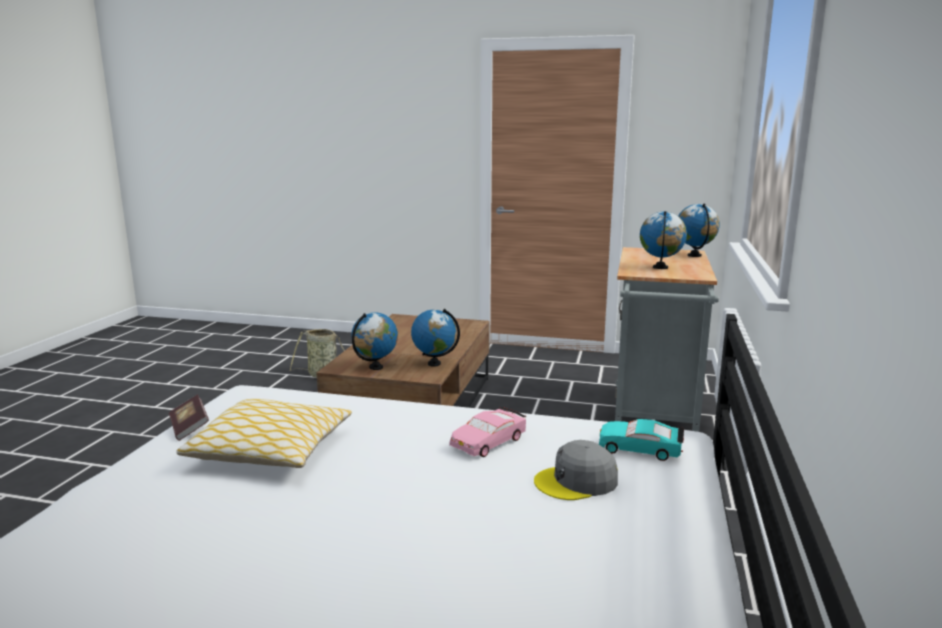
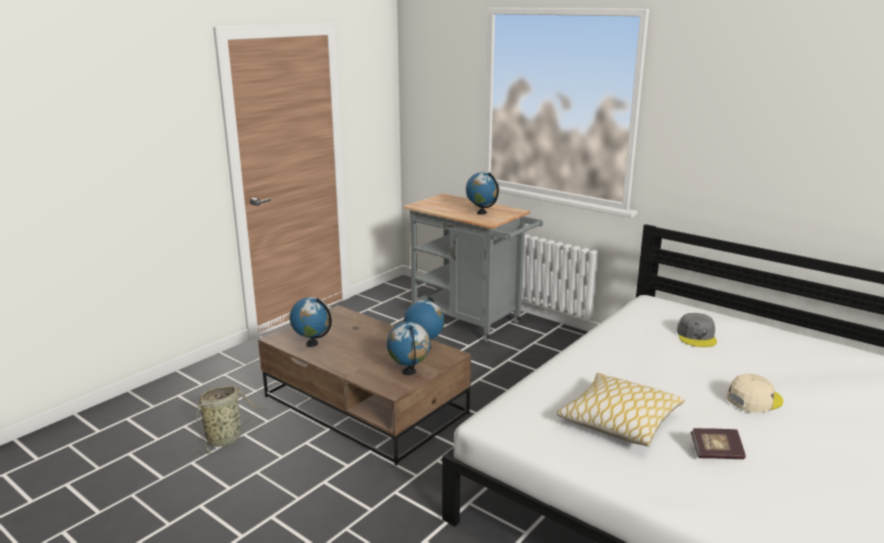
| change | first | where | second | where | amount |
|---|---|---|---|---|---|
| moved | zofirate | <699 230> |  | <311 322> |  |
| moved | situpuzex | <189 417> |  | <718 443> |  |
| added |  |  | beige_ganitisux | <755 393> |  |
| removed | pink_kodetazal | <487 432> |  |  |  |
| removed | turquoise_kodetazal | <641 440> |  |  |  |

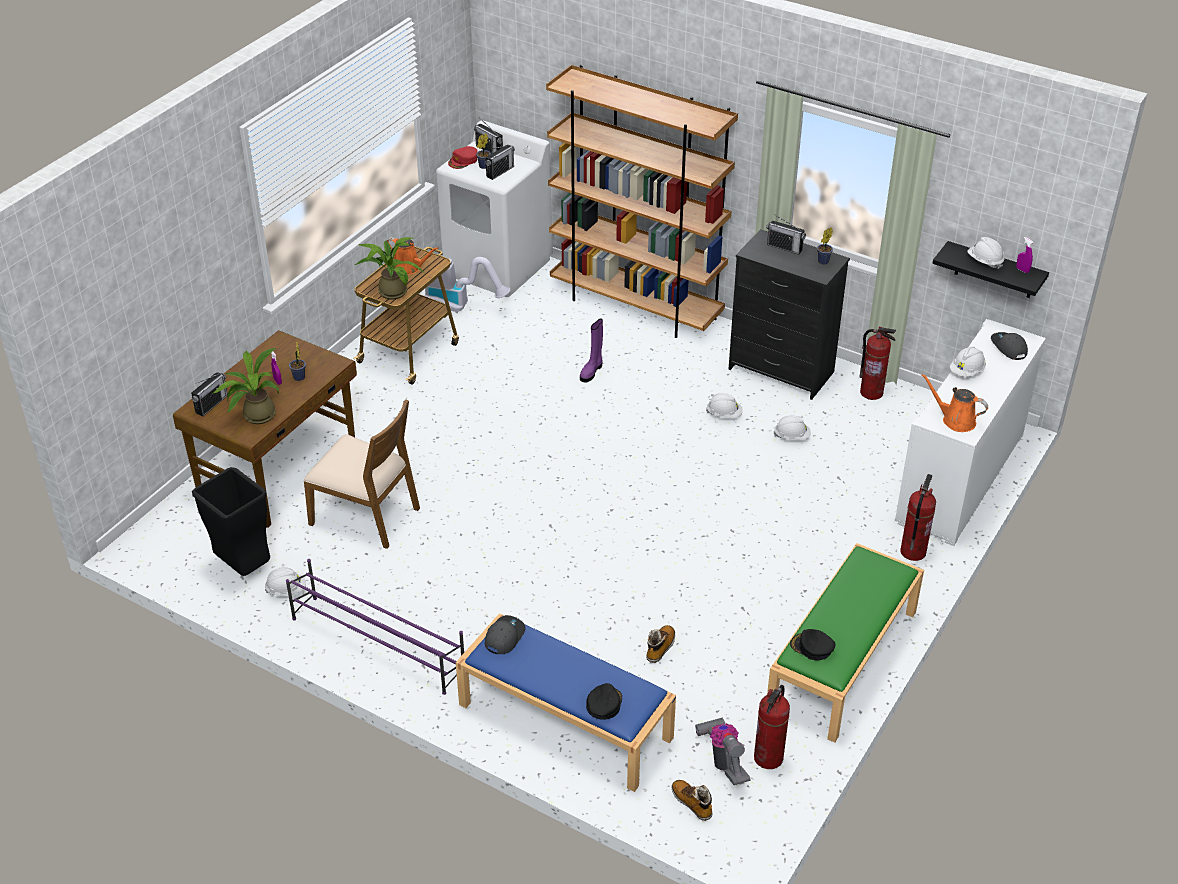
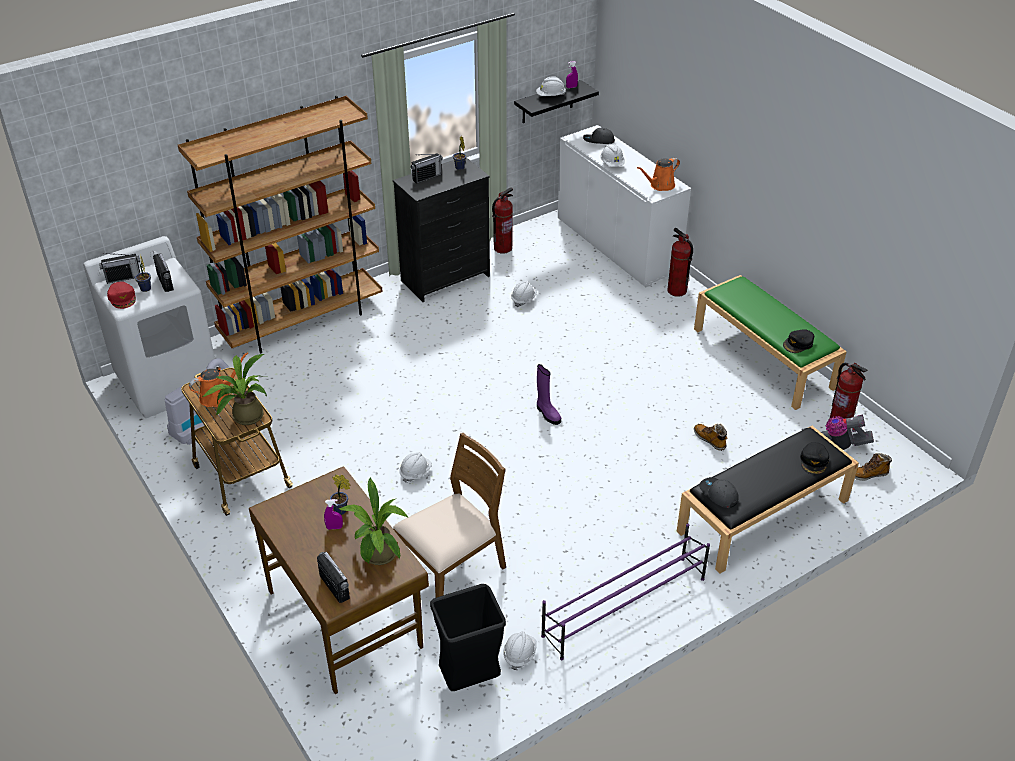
| change | first | where | second | where | amount |
|---|---|---|---|---|---|
| moved | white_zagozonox | <724 405> |  | <415 467> |  |
| moved | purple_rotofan | <591 351> |  | <549 394> |  |
| recoloured | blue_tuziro | <566 702> | black_tuziro | <768 499> |  |
| turned | black_ganitisux | <604 701> |  | <815 458> | 120 degrees counterclockwise |

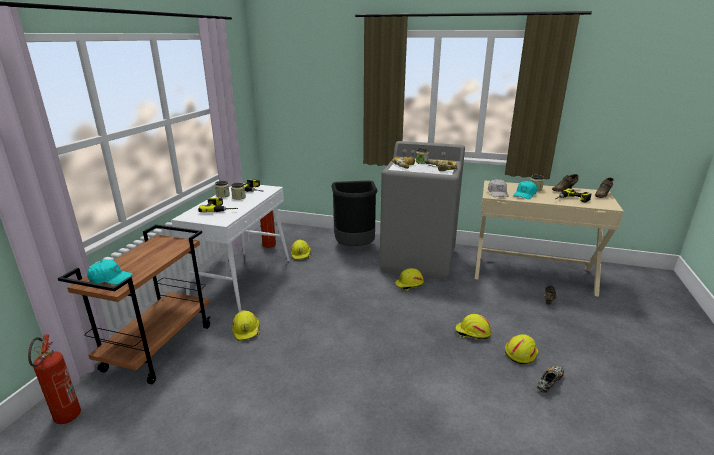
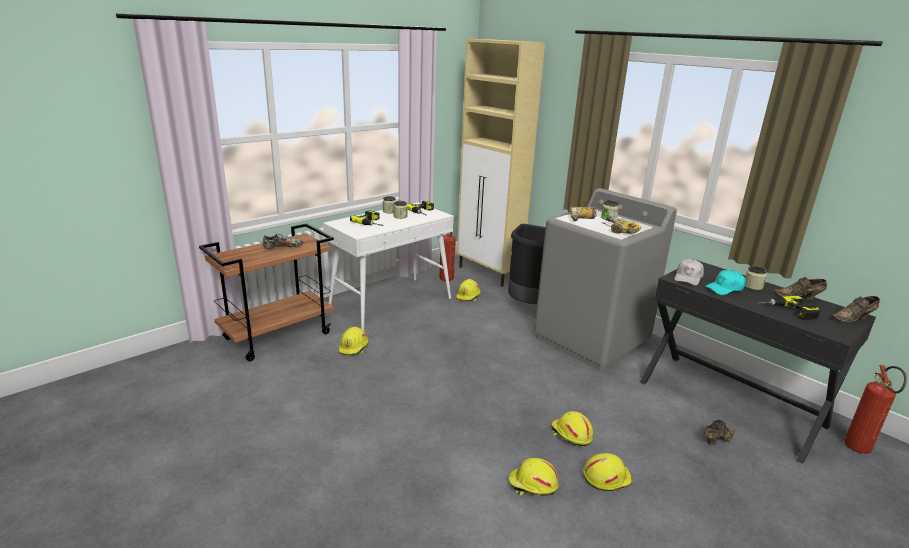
| change | first | where | second | where | amount |
|---|---|---|---|---|---|
| moved | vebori | <550 379> |  | <282 241> |  |
| added |  |  | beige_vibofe | <501 163> |  |
| moved | yellow_zagozonox | <409 279> |  | <533 477> |  |
| recoloured | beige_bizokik | <549 238> | black_bizokik | <758 362> |  |
| moved | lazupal | <54 379> |  | <875 409> |  |
| removed | turquoise_ganitisux | <110 272> |  |  |  |

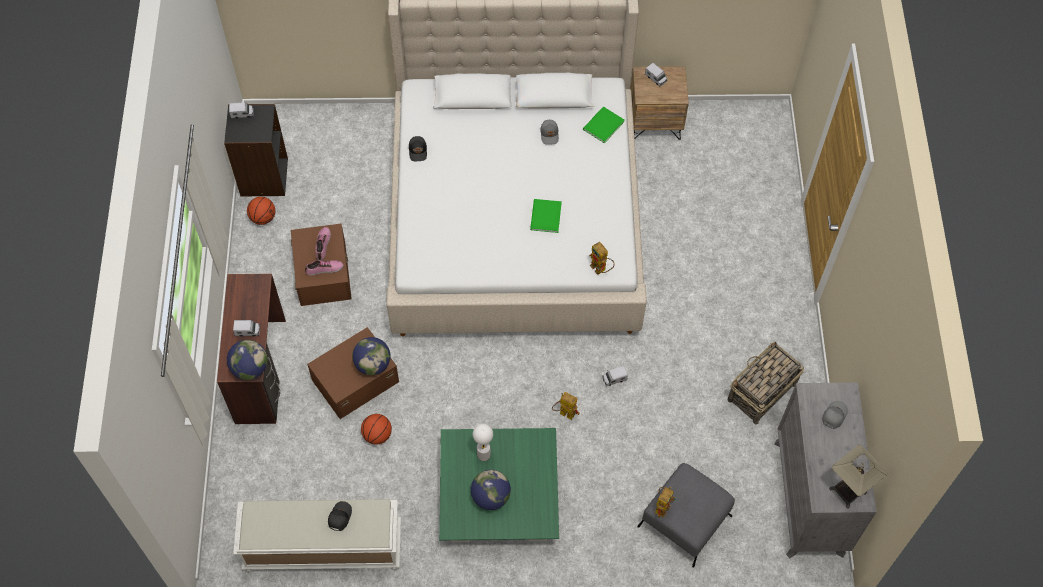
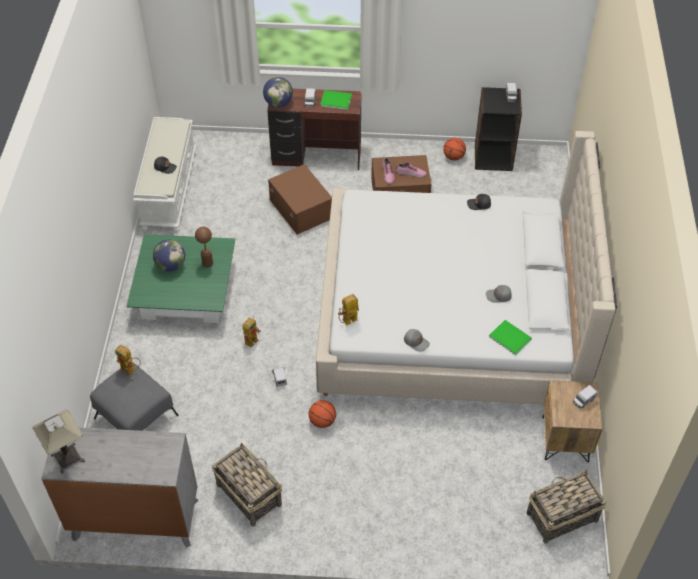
| change | first | where | second | where | amount |
|---|---|---|---|---|---|
| recoloured | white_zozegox | <483 442> | brown_zozegox | <204 247> |  |
| moved | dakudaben | <376 429> |  | <322 414> |  |
| moved | green_situpuzex | <546 216> |  | <336 100> |  |
| moved | grey_ganitisux | <835 415> |  | <417 340> |  |
| added |  |  | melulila | <566 507> |  |
| removed | zofirate | <371 356> |  |  |  |

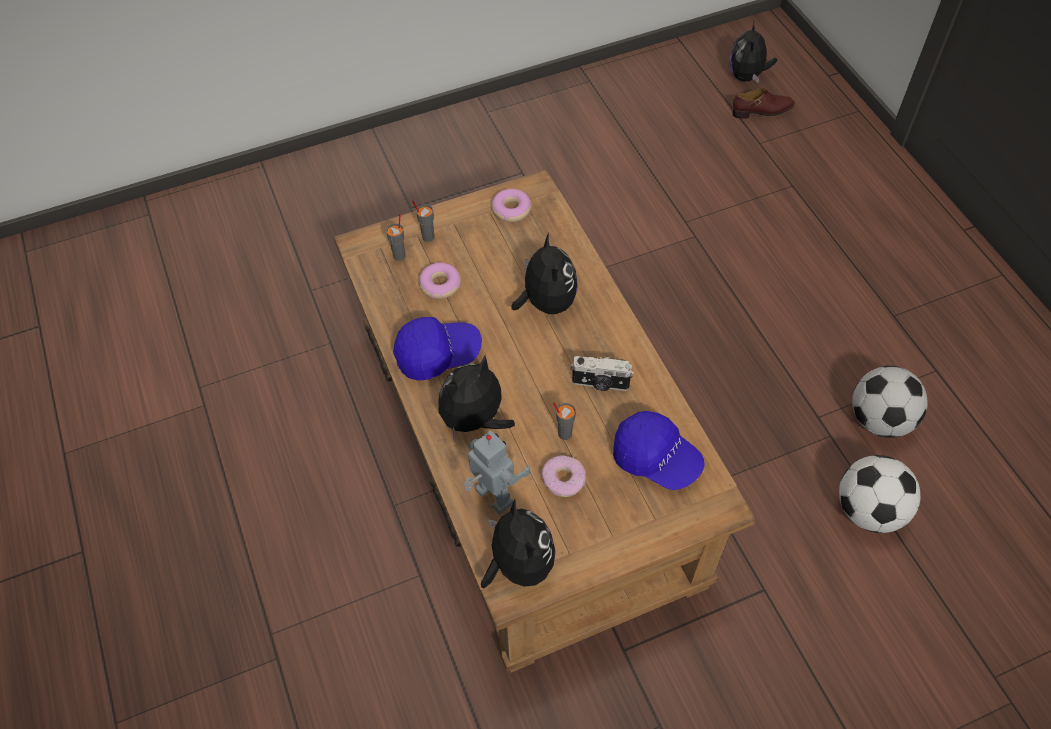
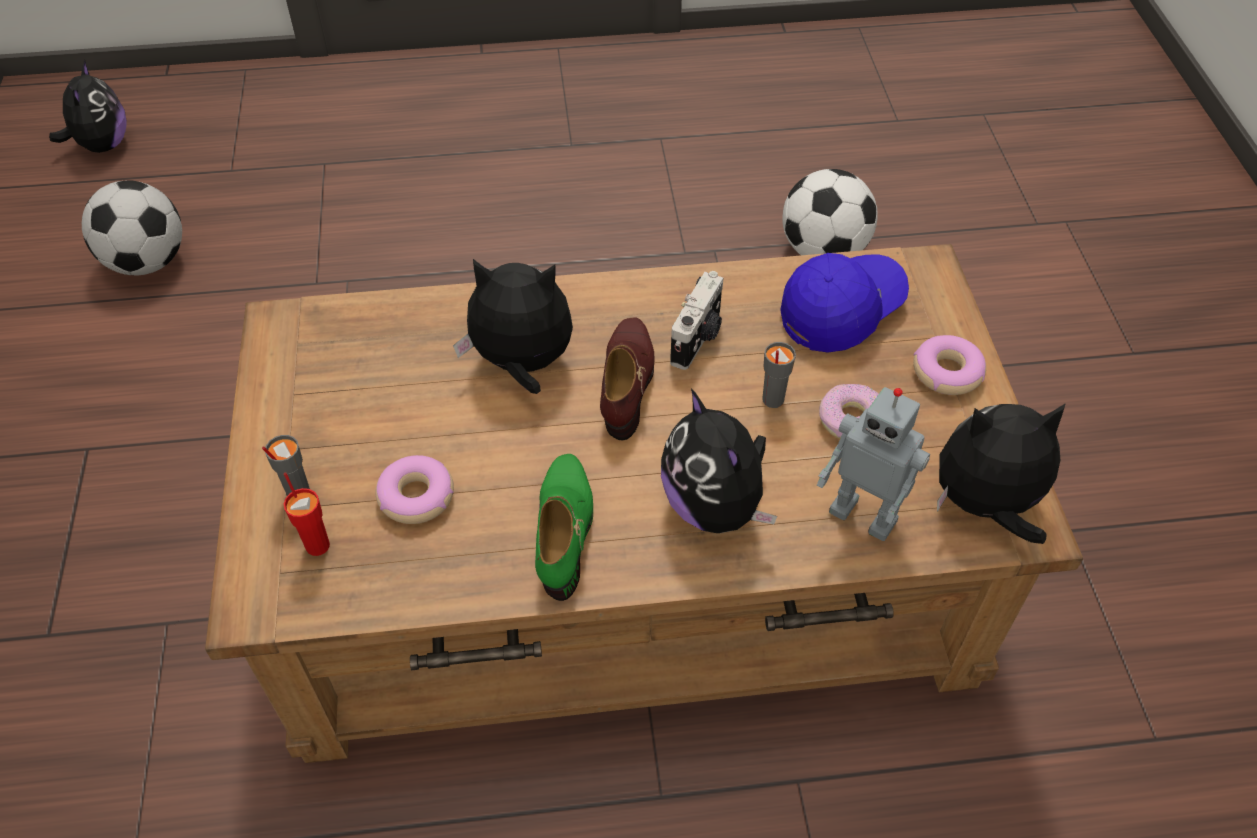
| change | first | where | second | where | amount |
|---|---|---|---|---|---|
| turned | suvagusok | <753 51> |  | <88 106> | 120 degrees counterclockwise |
| moved | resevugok | <889 402> |  | <132 228> |  |
| recoloured | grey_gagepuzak | <396 237> | red_gagepuzak | <307 514> |  |
| replaced | blue_ganitisux | <437 349> | green_vebori | <564 527> |  |
| moved | brown_vebori | <764 103> |  | <627 378> |  |
| turned | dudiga | <497 472> |  | <873 464> | 120 degrees counterclockwise |
| moved | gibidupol | <511 205> |  | <949 365> |  |

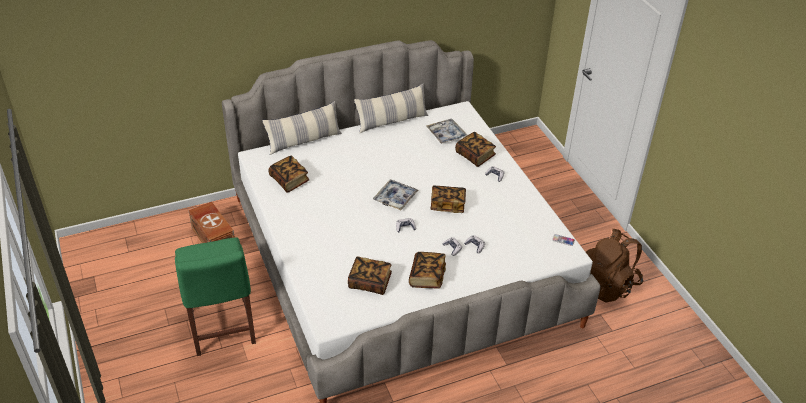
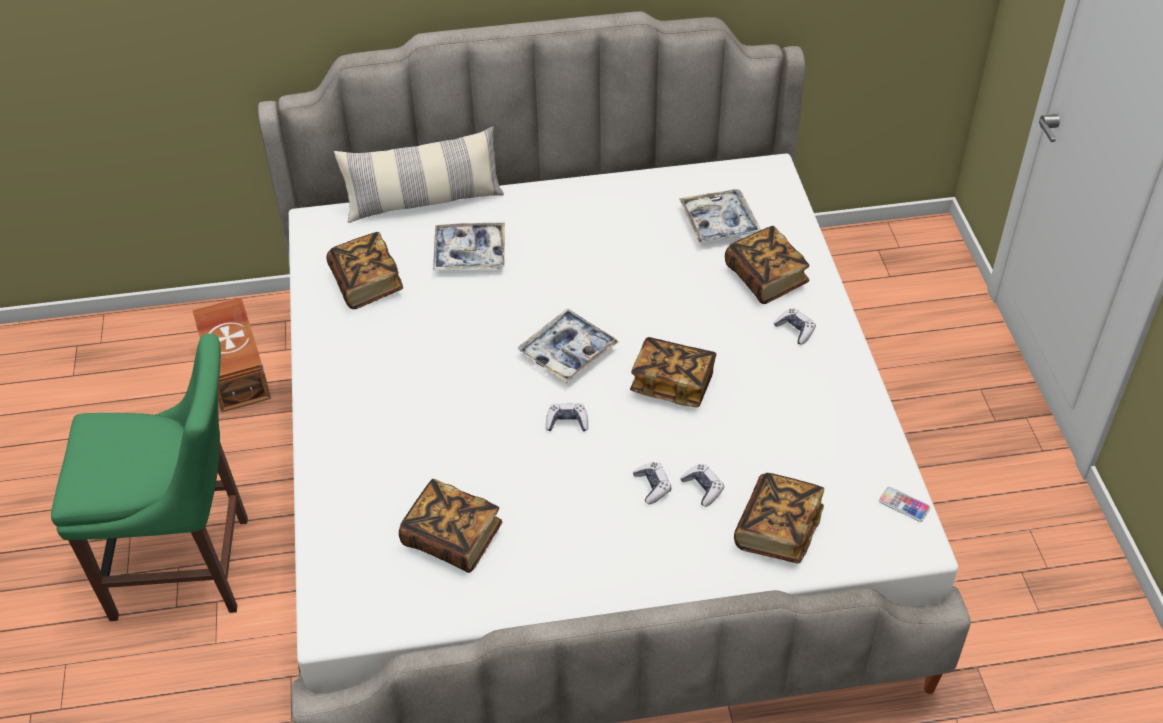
| change | first | where | second | where | amount |
|---|---|---|---|---|---|
| turned | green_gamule | <215 296> |  | <149 477> | 90 degrees counterclockwise |
| added |  |  | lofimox | <469 246> |  |
| moved | situpuzex | <427 270> |  | <779 518> |  |
| removed | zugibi | <391 108> |  |  |  |
| removed | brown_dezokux | <614 266> |  |  |  |

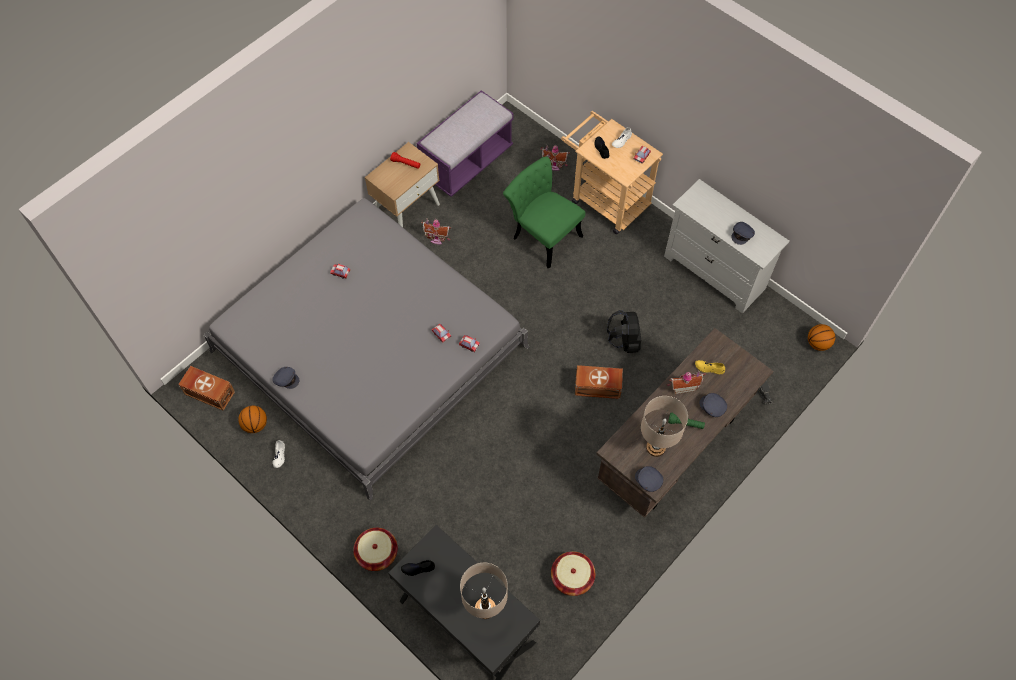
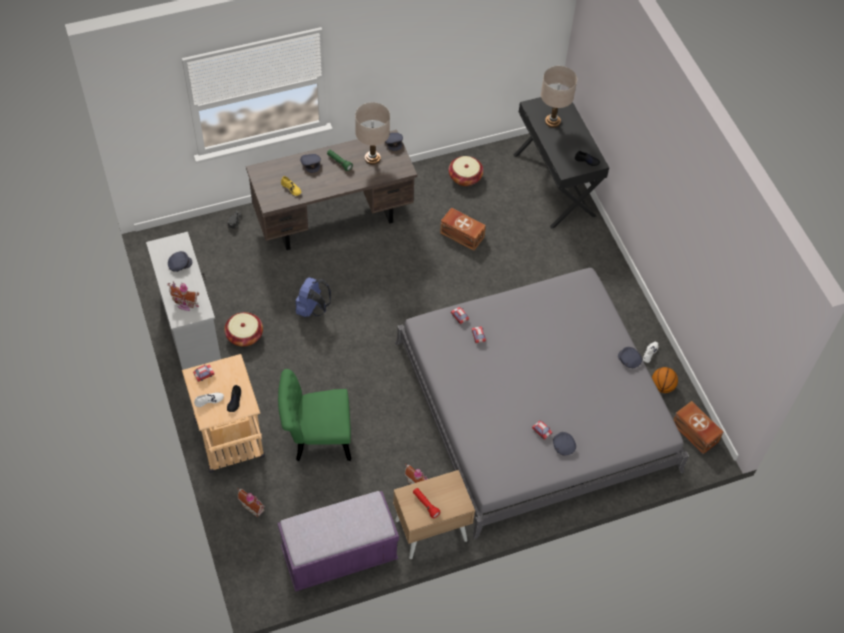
| change | first | where | second | where | amount |
|---|---|---|---|---|---|
| moved | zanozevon | <686 382> |  | <184 296> |  |
| moved | melulila | <375 549> |  | <243 329> |  |
| turned | green_gamule | <544 212> |  | <314 415> | 105 degrees clockwise |
| recoloured | black_dezokux | <624 331> | blue_dezokux | <313 297> |  |
| moved | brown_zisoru | <599 382> |  | <463 229> |  |
| added |  |  | grey_ganitisux | <564 444> |  |
| removed | dakudaben | <821 337> |  |  |  |

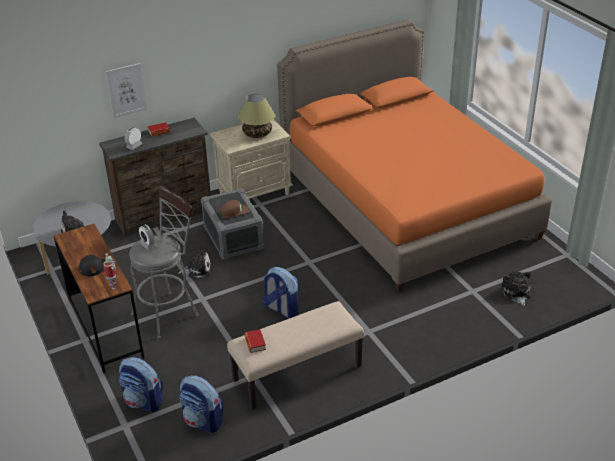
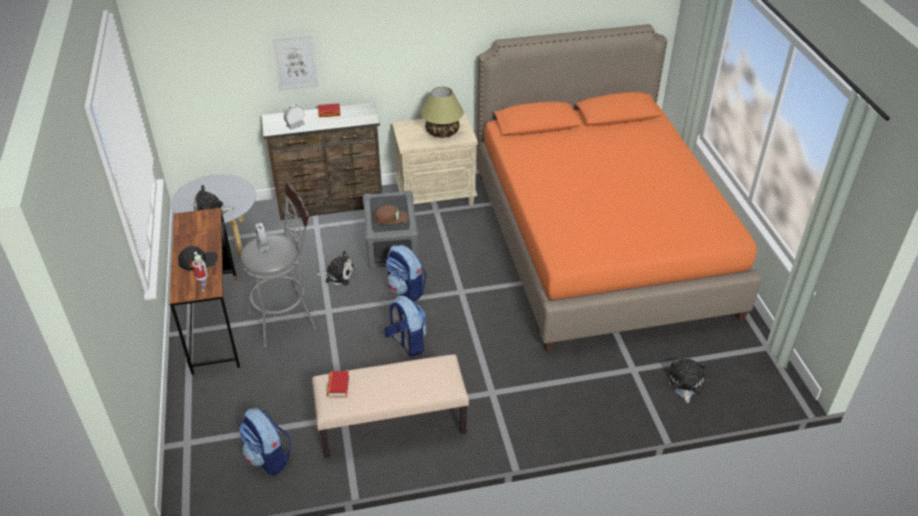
| change | first | where | second | where | amount |
|---|---|---|---|---|---|
| moved | dezokux | <141 385> |  | <406 273> |  |

